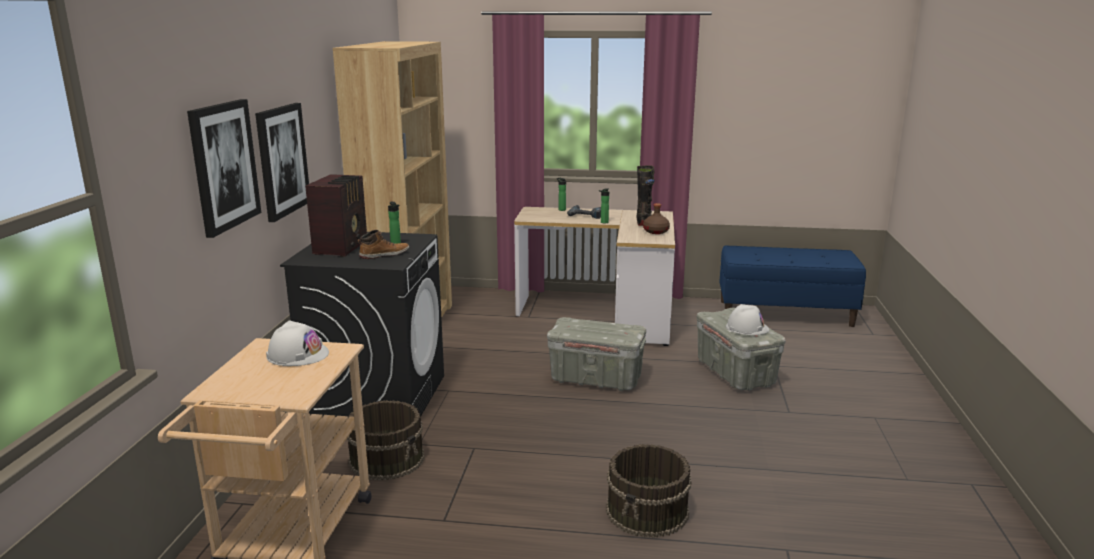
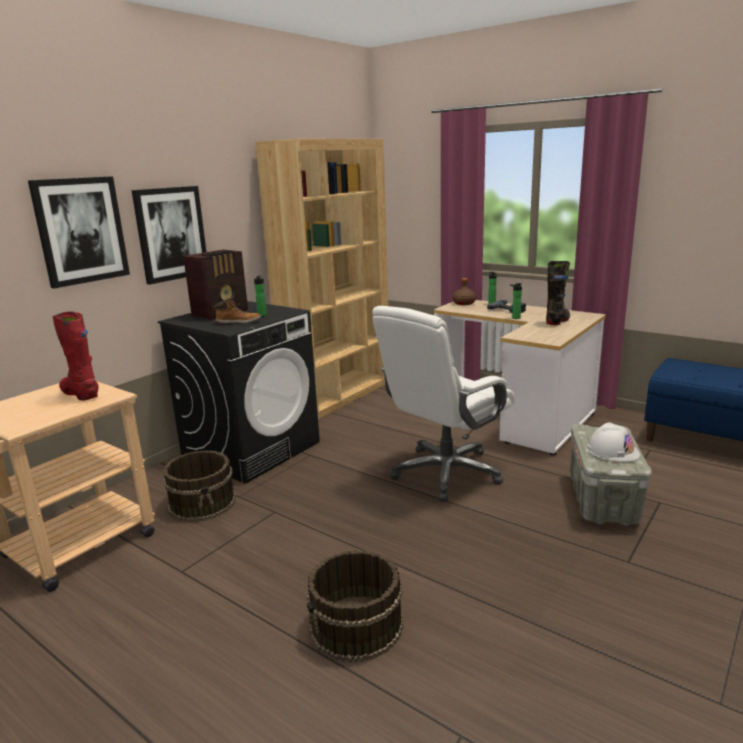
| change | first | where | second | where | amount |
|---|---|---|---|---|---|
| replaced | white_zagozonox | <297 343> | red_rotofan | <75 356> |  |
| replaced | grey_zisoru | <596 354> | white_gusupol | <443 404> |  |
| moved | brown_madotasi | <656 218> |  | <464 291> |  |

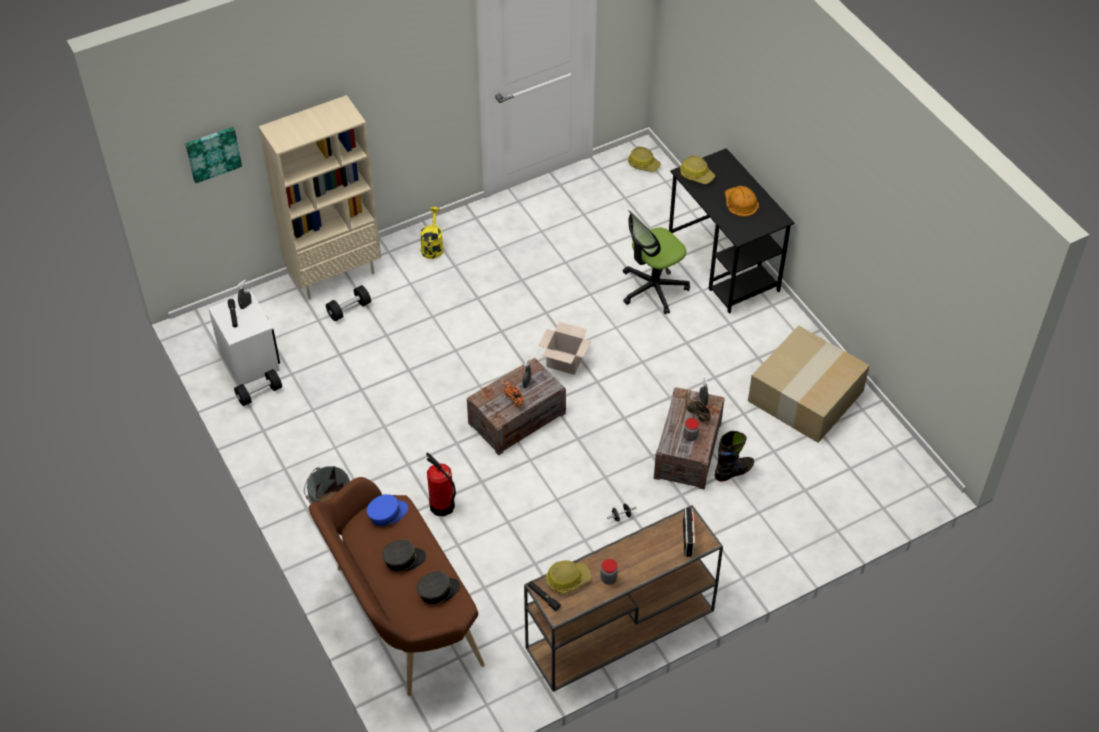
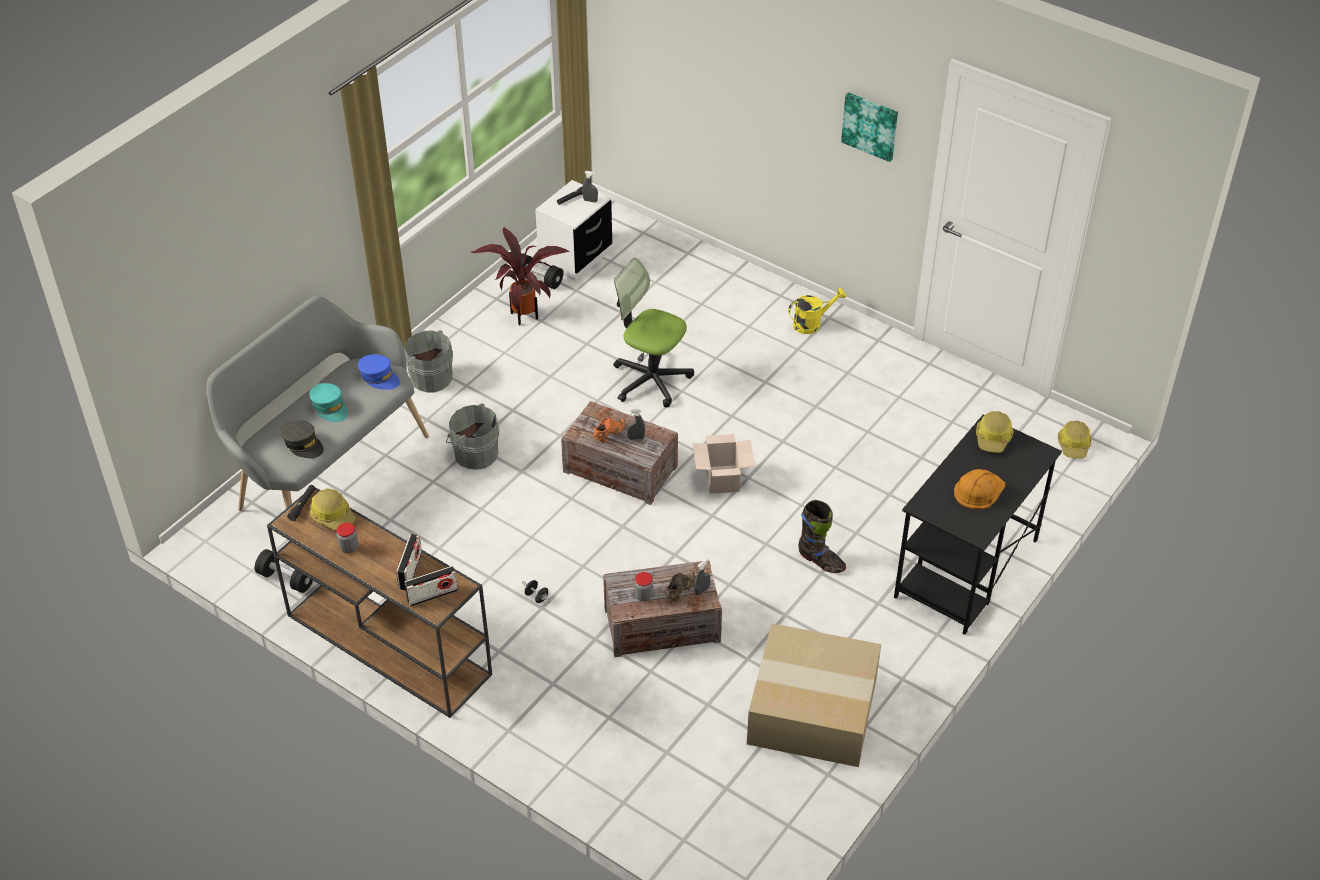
| change | first | where | second | where | amount |
|---|---|---|---|---|---|
| recoloured | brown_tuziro | <397 586> | grey_tuziro | <317 403> |  |
| moved | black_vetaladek | <348 303> |  | <284 571> |  |
| recoloured | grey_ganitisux | <404 555> | turquoise_ganitisux | <329 402> |  |
| added |  |  | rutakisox | <409 562> |  |
| replaced | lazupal | <441 484> | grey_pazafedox | <472 436> |  |
| added |  |  | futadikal | <520 276> |  |
| moved | gusupol | <656 262> |  | <653 333> |  |
| moved | black_rotofan | <734 456> |  | <822 536> |  |
| moved | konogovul | <213 155> |  | <869 127> |  |
| removed | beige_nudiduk | <320 197> |  |  |  |

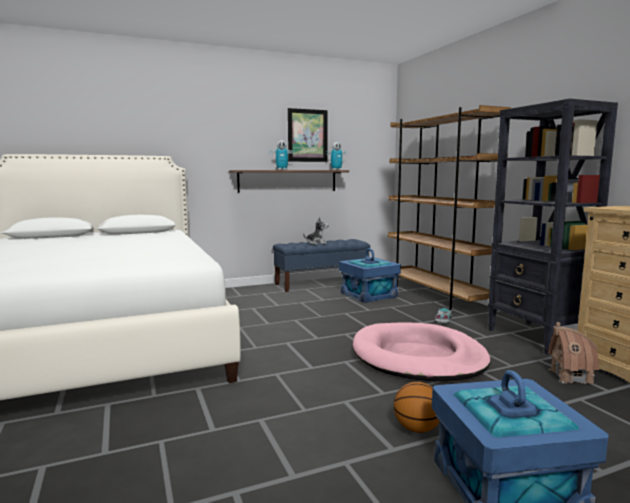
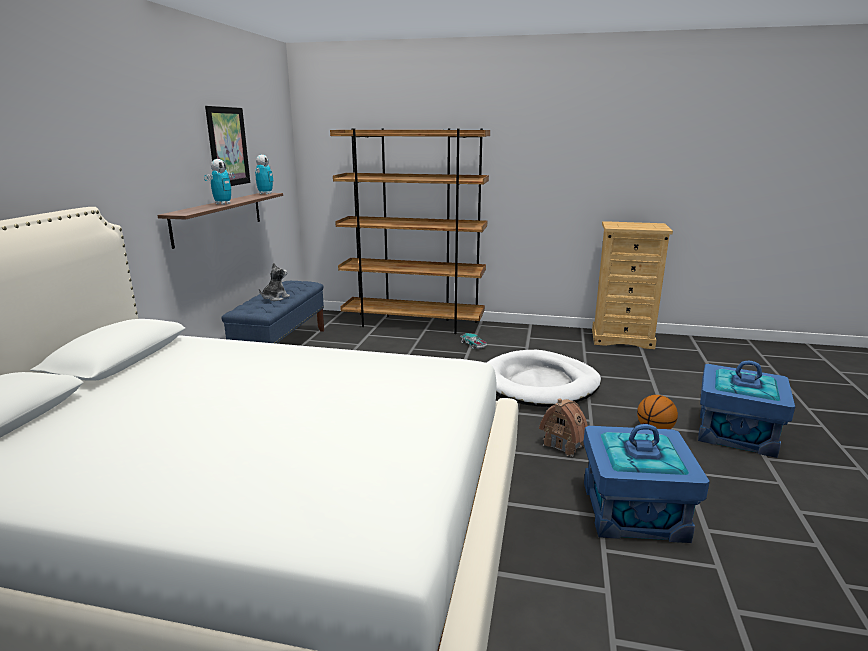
| change | first | where | second | where | amount |
|---|---|---|---|---|---|
| recoloured | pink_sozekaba | <422 352> | white_sozekaba | <543 378> |  |
| moved | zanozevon | <573 353> |  | <563 427> |  |
| moved | blue_zisoru | <370 275> |  | <646 483> |  |
| removed | black_nudiduk | <553 227> |  |  |  |

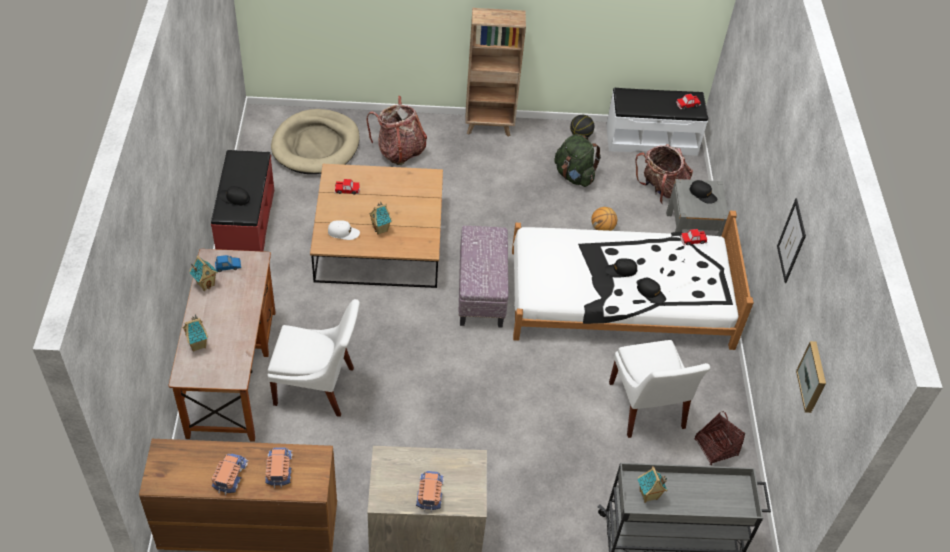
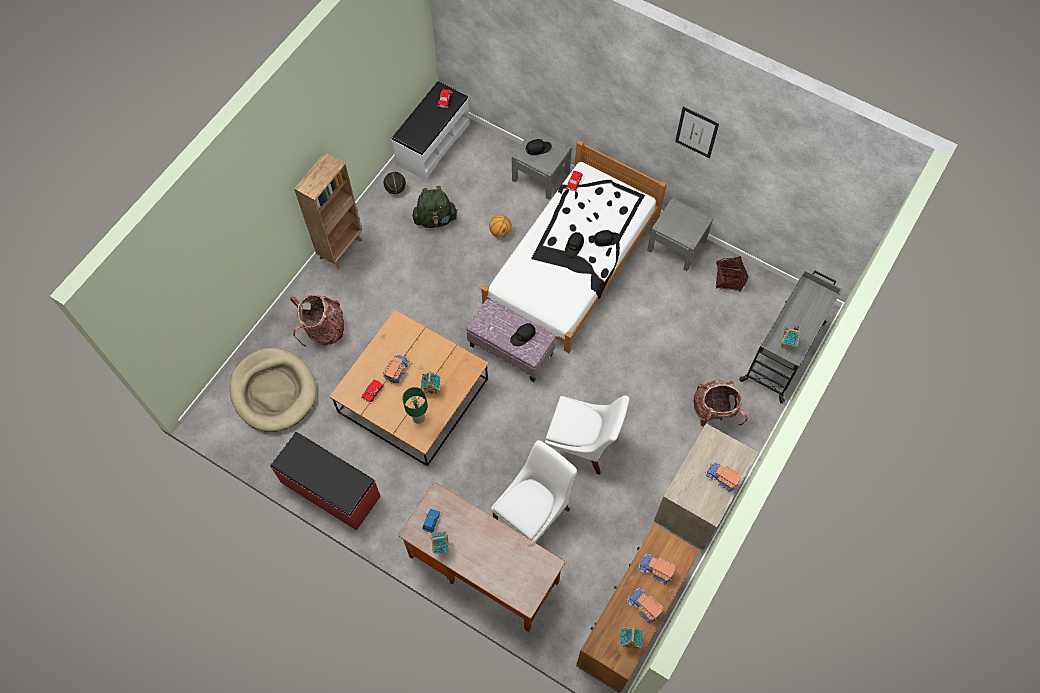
| change | first | where | second | where | amount |
|---|---|---|---|---|---|
| added |  |  | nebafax | <397 369> |  |
| replaced | white_ganitisux | <344 230> | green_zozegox | <415 405> |  |
| moved | black_ganitisux | <234 196> |  | <523 334> |  |
| moved | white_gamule | <659 389> |  | <587 435> |  |
| moved | zanozevon | <195 332> |  | <631 637> |  |
| added |  |  | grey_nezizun | <680 234> |  |
| moved | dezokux | <664 174> |  | <721 403> |  |
| removed | konogovul | <811 377> |  |  |  |

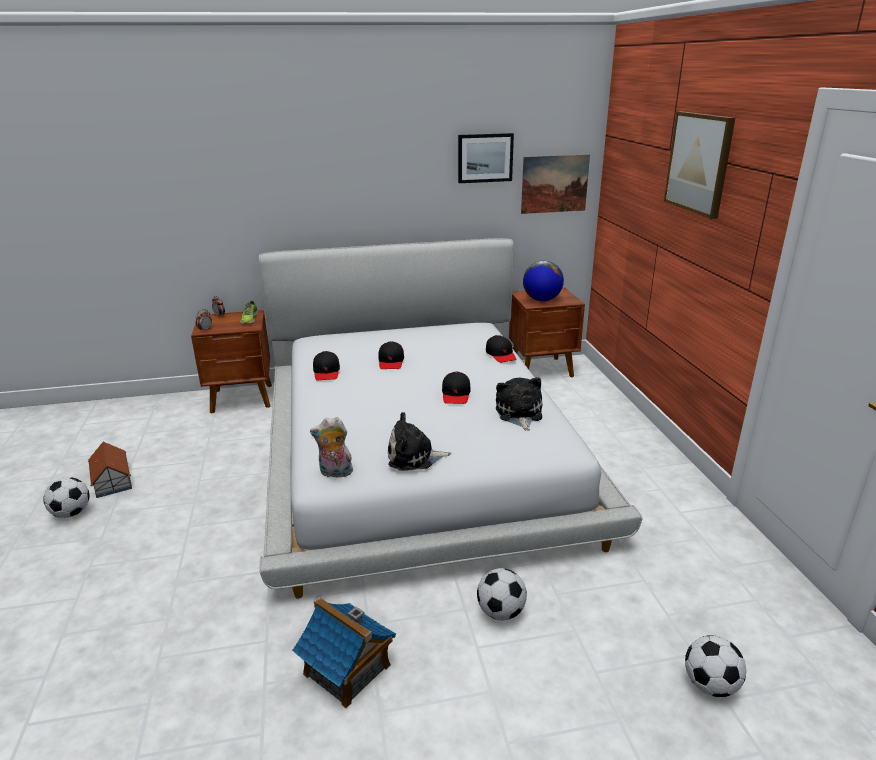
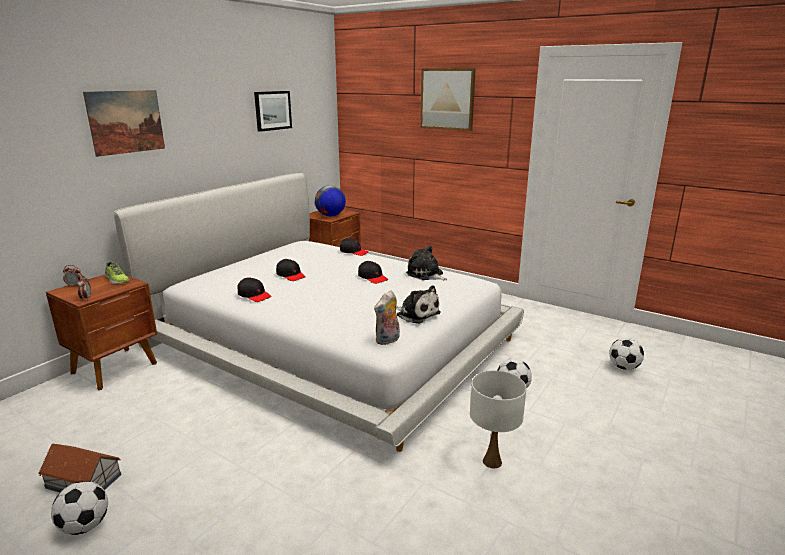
| change | first | where | second | where | amount |
|---|---|---|---|---|---|
| moved | konogovul | <555 184> |  | <124 123> |  |
| turned | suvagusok | <420 441> |  | <418 304> | 90 degrees counterclockwise |
| replaced | zanozevon | <344 652> | white_zozegox | <498 419> |  |

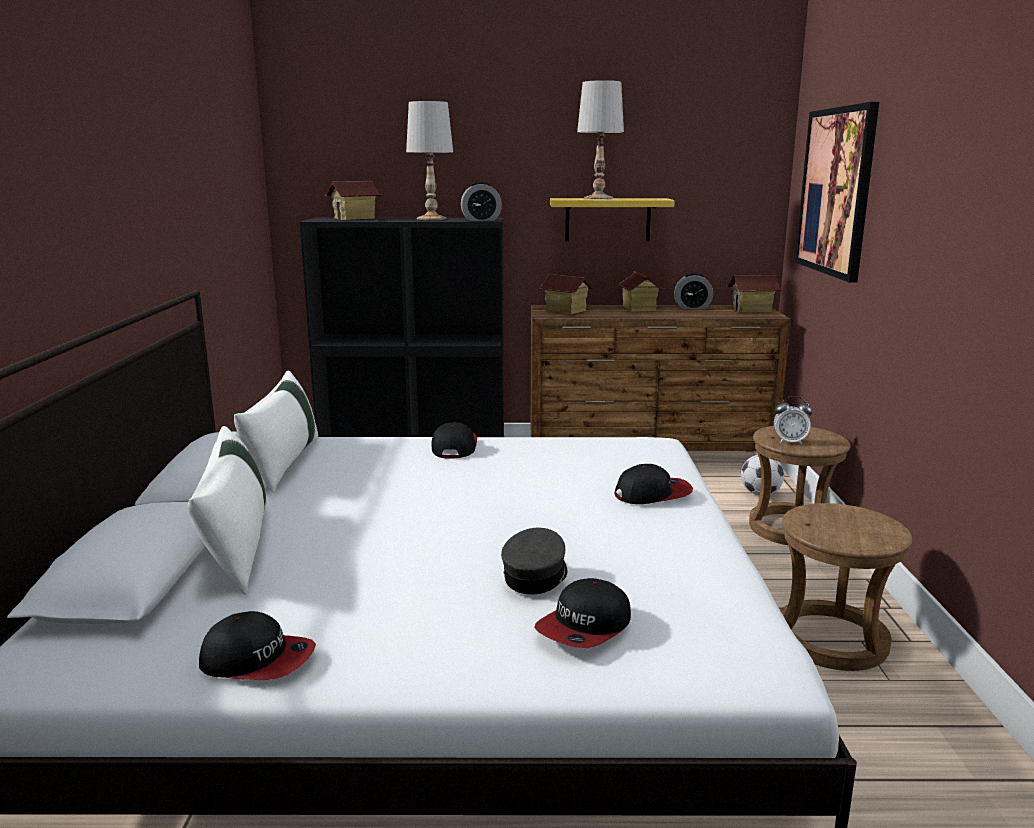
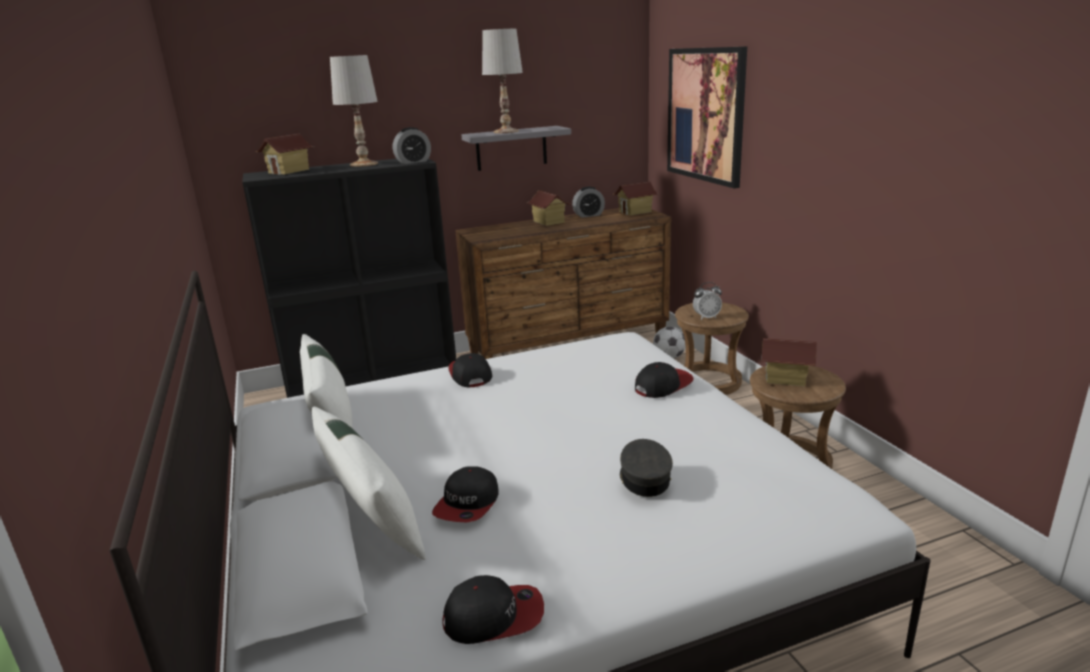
| change | first | where | second | where | amount |
|---|---|---|---|---|---|
| moved | ganitisux | <582 613> |  | <465 494> |  |
| recoloured | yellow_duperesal | <612 219> | grey_duperesal | <516 148> |  |
| moved | zanozevon | <566 294> |  | <789 362> |  |

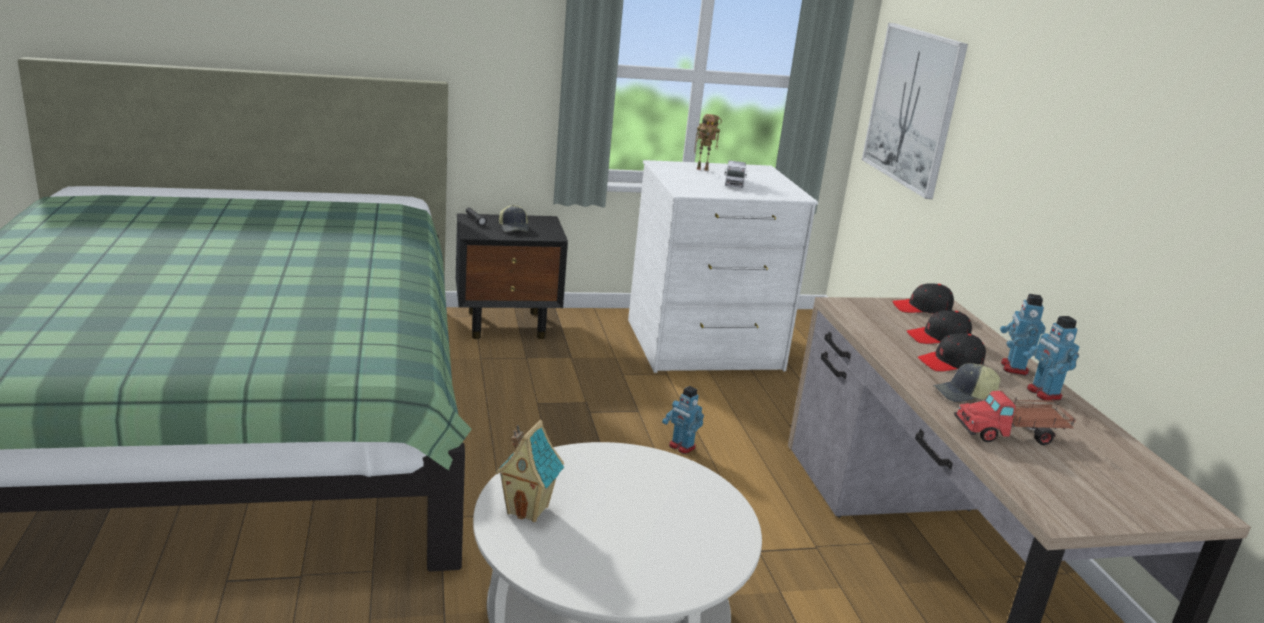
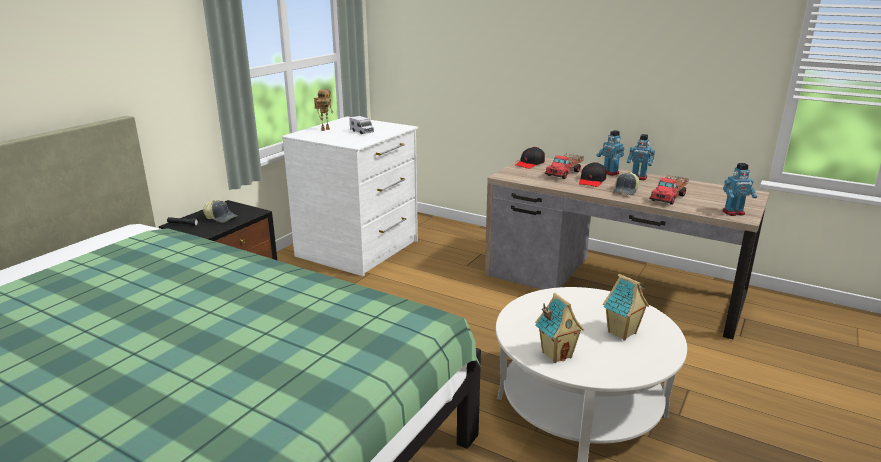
| change | first | where | second | where | amount |
|---|---|---|---|---|---|
| replaced | black_ganitisux | <939 327> | nebafax | <564 166> |  |
| added |  |  | zanozevon | <626 307> |  |
| moved | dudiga | <683 420> |  | <740 189> |  |
| removed | konogovul | <915 111> |  |  |  |

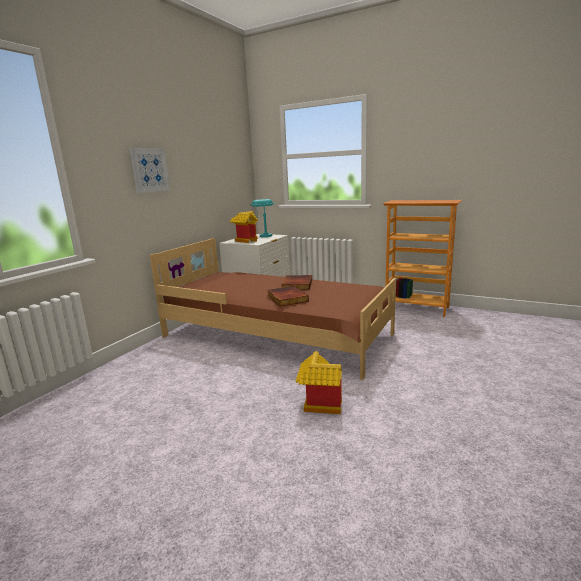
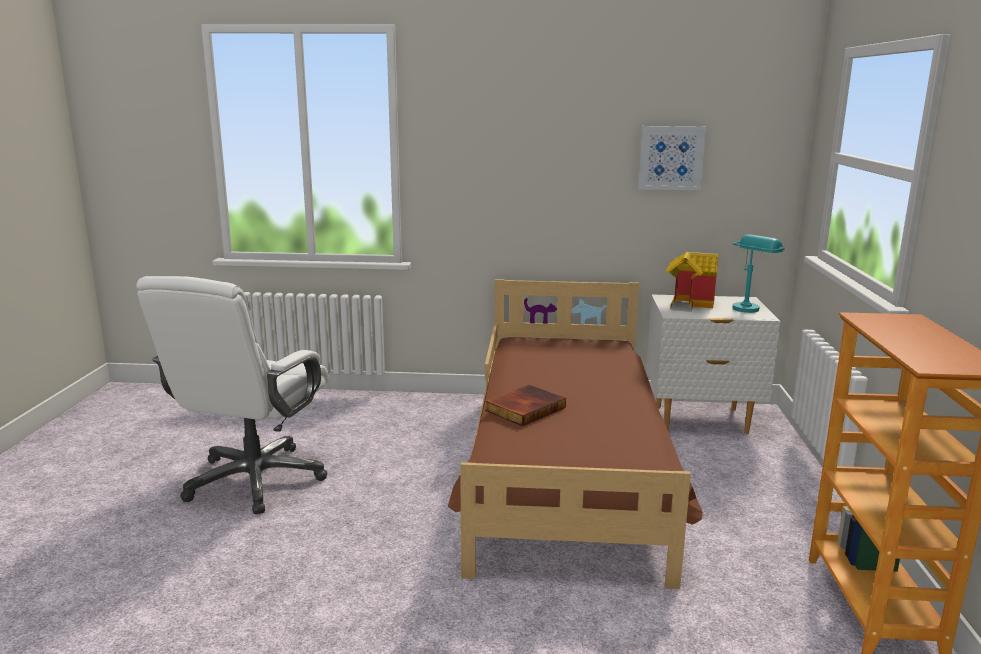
| change | first | where | second | where | amount |
|---|---|---|---|---|---|
| added |  |  | white_gusupol | <232 395> |  |
| moved | konogovul | <149 170> |  | <672 158> |  |
| removed | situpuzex | <296 282> |  |  |  |
| removed | zanozevon | <318 382> |  |  |  |

